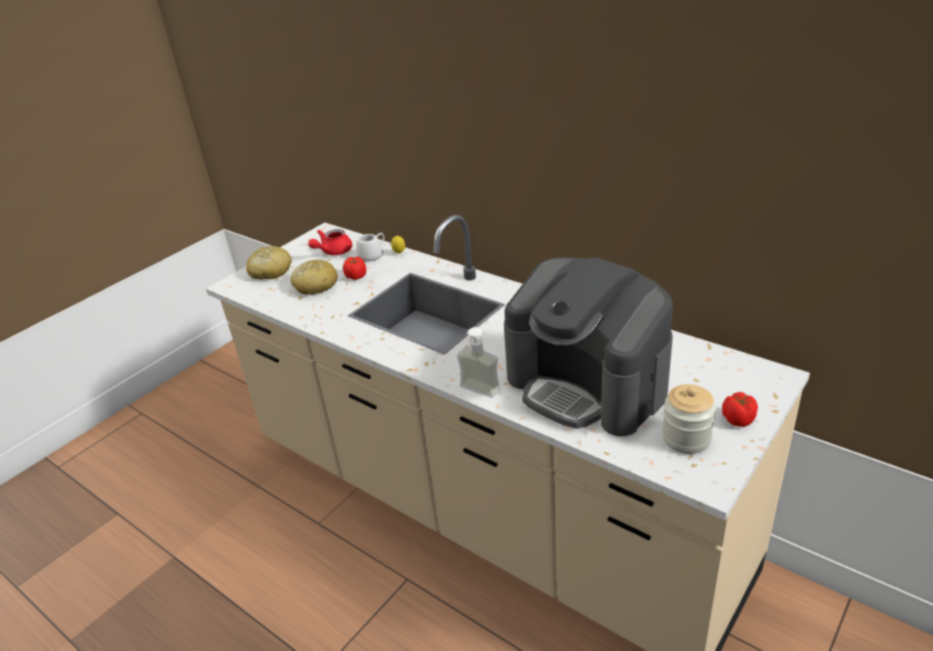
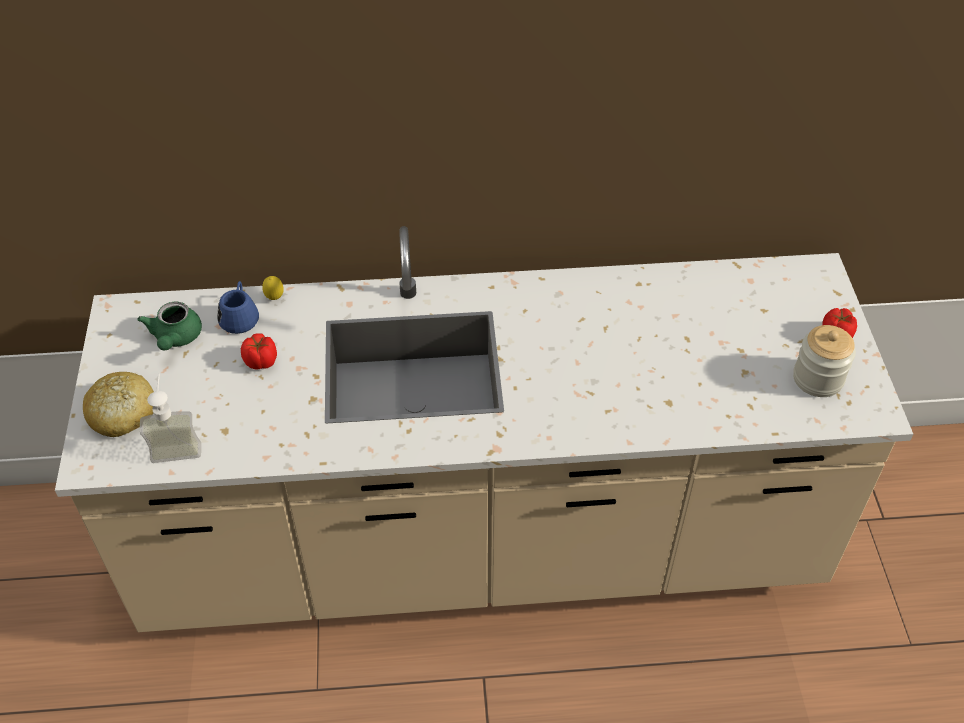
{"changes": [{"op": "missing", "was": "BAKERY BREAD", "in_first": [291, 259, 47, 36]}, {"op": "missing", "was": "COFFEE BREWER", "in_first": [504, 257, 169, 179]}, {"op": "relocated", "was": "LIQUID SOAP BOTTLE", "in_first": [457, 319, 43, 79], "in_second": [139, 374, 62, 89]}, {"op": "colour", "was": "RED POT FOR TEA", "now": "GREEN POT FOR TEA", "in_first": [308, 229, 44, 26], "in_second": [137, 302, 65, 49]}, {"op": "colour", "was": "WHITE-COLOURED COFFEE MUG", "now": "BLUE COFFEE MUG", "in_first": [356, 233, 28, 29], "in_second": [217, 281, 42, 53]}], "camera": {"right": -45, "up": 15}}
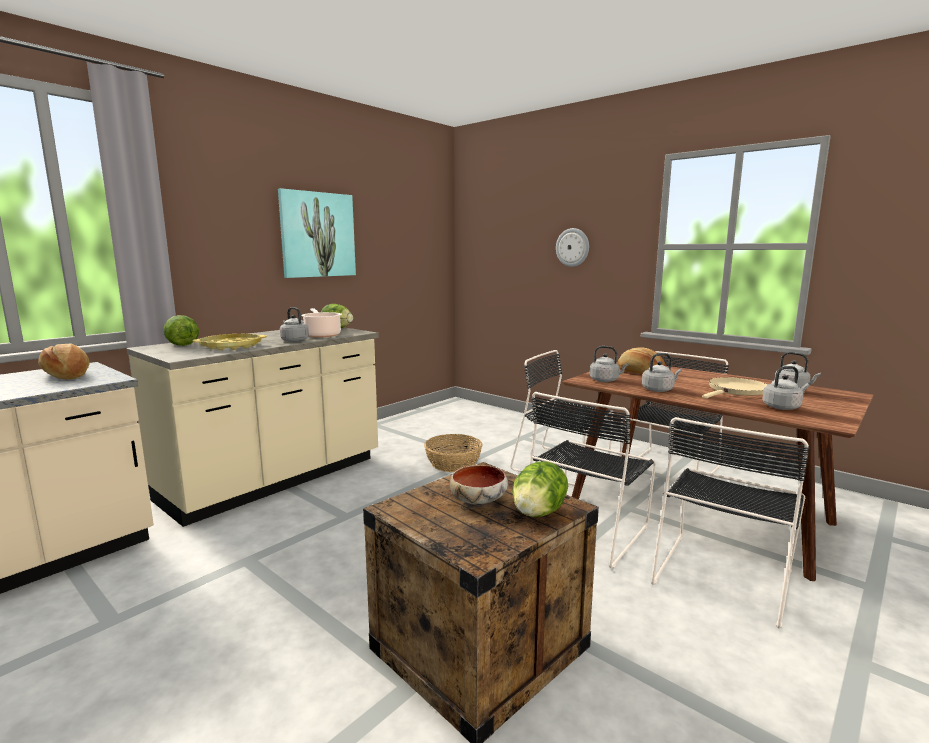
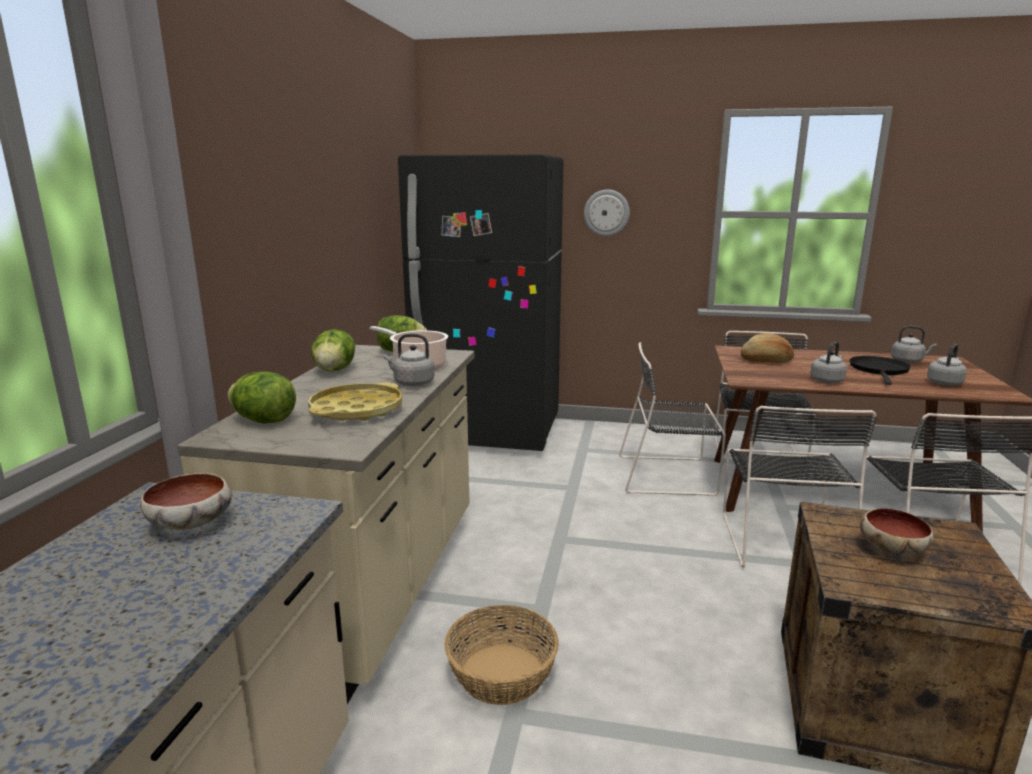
{"changes": [{"op": "missing", "was": "WALL ART", "in_first": [278, 188, 78, 90]}, {"op": "missing", "was": "GREYISH WATER KETTLE", "in_first": [590, 346, 39, 36]}, {"op": "appeared", "now": "BLACK-COLOURED FRIDGE", "in_second": [398, 154, 165, 297]}, {"op": "relocated", "was": "HOUSEHOLD BASKET", "in_first": [424, 434, 59, 38], "in_second": [445, 605, 114, 100]}, {"op": "relocated", "was": "HEAD OF LETTUCE", "in_first": [512, 462, 56, 55], "in_second": [311, 329, 44, 43]}, {"op": "exchanged", "was": "BAKERY BREAD", "now": "DEEP DISH", "in_first": [38, 343, 52, 36], "in_second": [140, 473, 92, 57]}, {"op": "colour", "was": "SAND-COLOURED PAN", "now": "BLACK-COLOURED PAN", "in_first": [702, 377, 66, 22], "in_second": [850, 356, 61, 29]}], "camera": {"right": -30, "up": 5}}
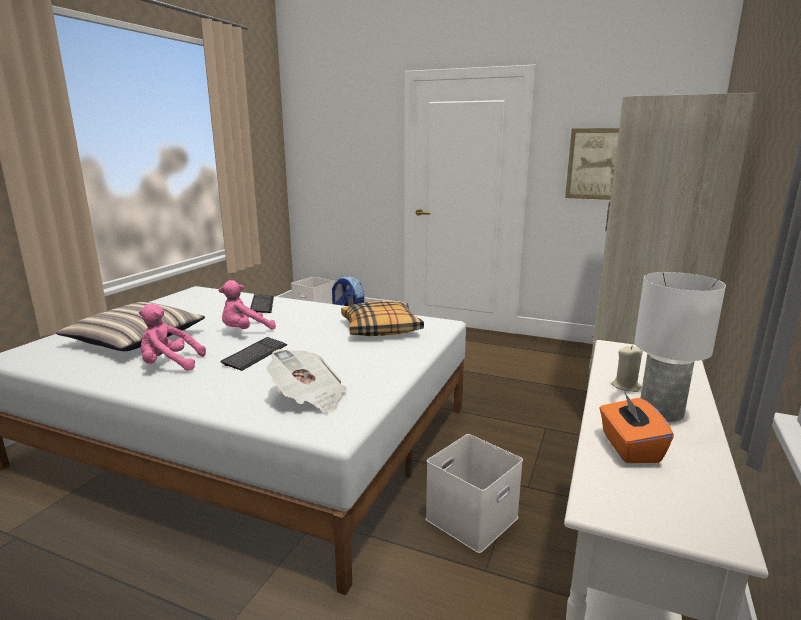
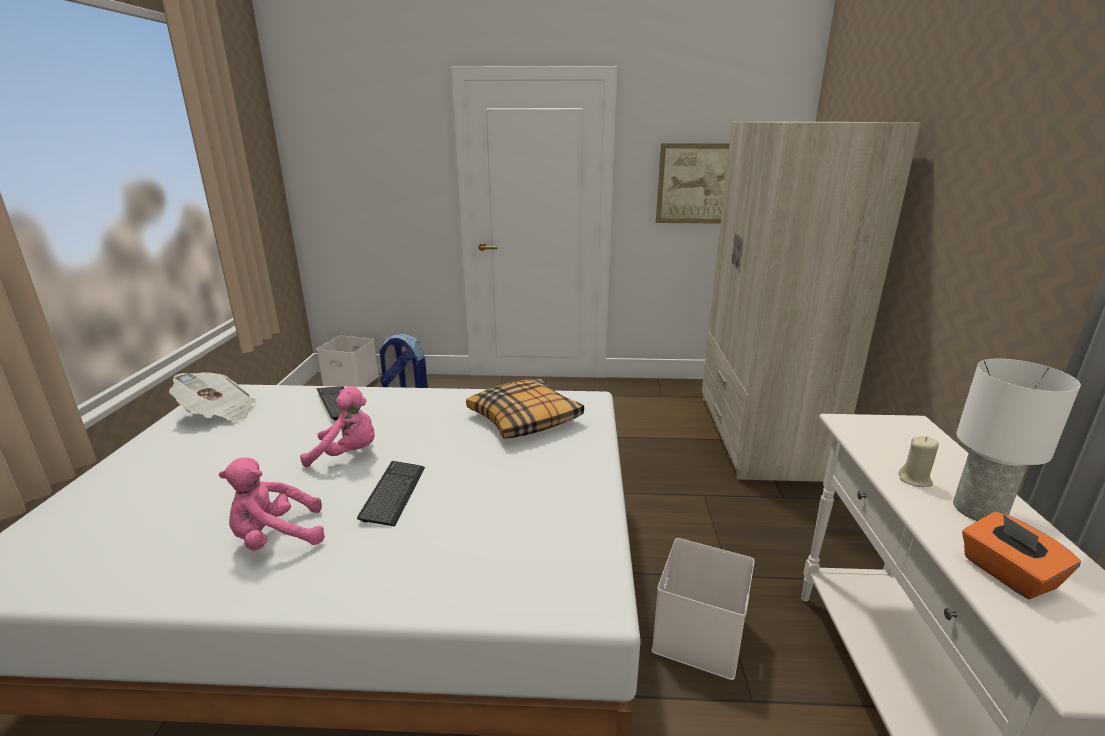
{"changes": [{"op": "missing", "was": "CUSHION", "in_first": [56, 302, 149, 49]}, {"op": "relocated", "was": "PRINTED PAPER", "in_first": [267, 349, 80, 64], "in_second": [169, 372, 86, 50]}, {"op": "spun", "was": "PINKISH PLUSH TOY", "in_first": [219, 280, 57, 50], "in_second": [300, 386, 75, 81], "clockwise": -120}], "camera": {"right": -20, "up": 5}}
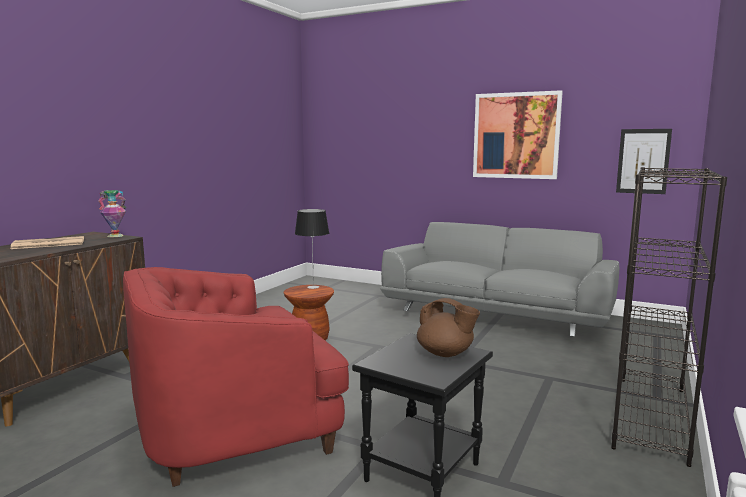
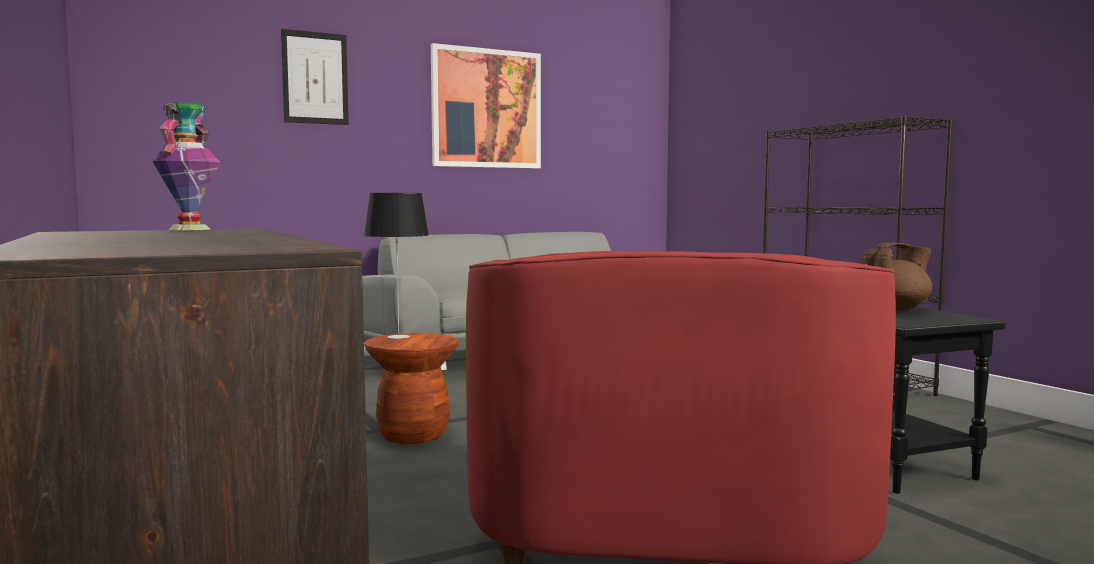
{"changes": [{"op": "missing", "was": "PRINTED PAPER", "in_first": [11, 236, 73, 13]}, {"op": "relocated", "was": "WALL ART", "in_first": [616, 129, 56, 65], "in_second": [281, 29, 68, 96]}], "camera": {"right": -55, "up": -5}}
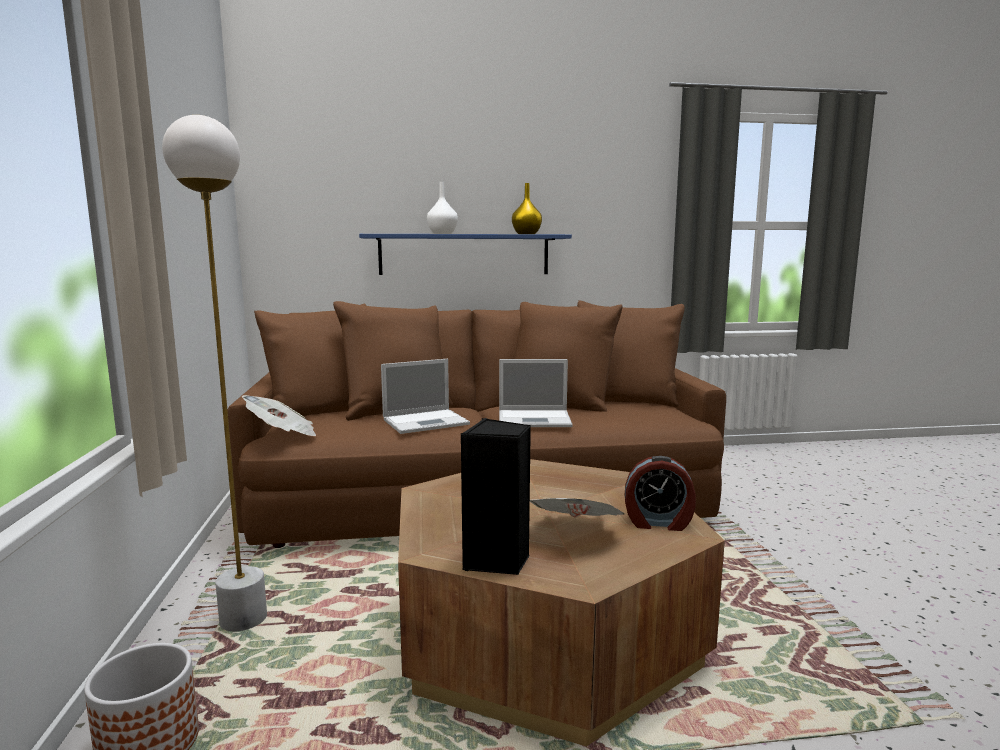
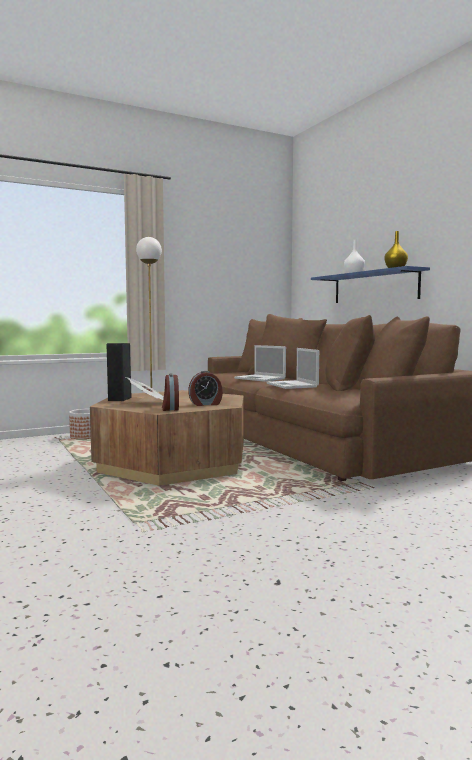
{"changes": [{"op": "missing", "was": "PRINTED PAPER", "in_first": [242, 395, 74, 41]}, {"op": "appeared", "now": "BEDSIDE CLOCK", "in_second": [188, 371, 35, 35]}], "camera": {"right": 70, "up": -5}}
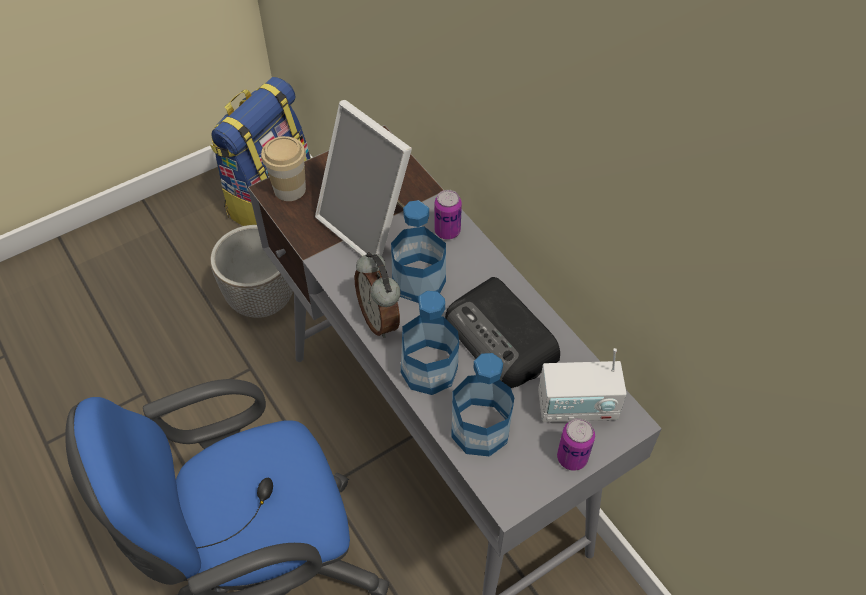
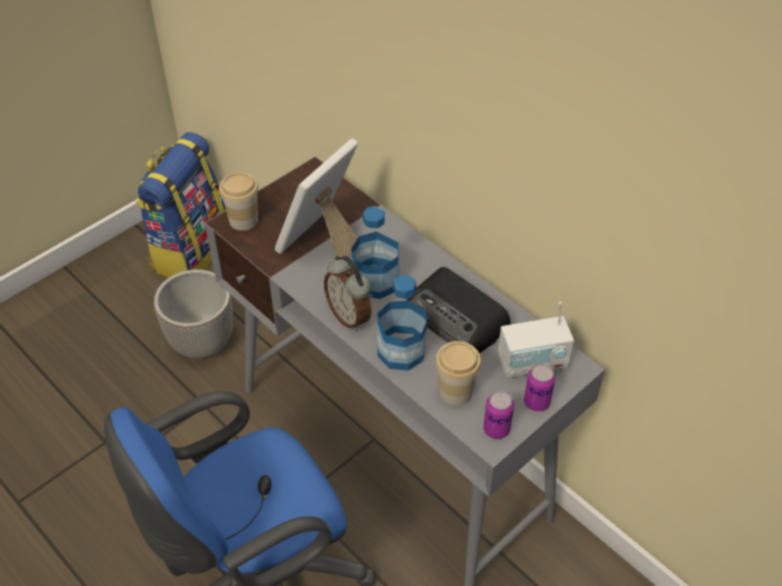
{"changes": [{"op": "relocated", "was": "CAN", "in_first": [434, 190, 28, 50], "in_second": [483, 391, 31, 48]}, {"op": "exchanged", "was": "BOTTLE", "now": "SMALL CUP", "in_first": [451, 353, 63, 104], "in_second": [435, 341, 46, 65]}, {"op": "spun", "was": "STANDING FRAME", "in_first": [315, 100, 97, 157], "in_second": [275, 138, 83, 119], "clockwise": 90}], "camera": {"right": -10, "up": -5}}
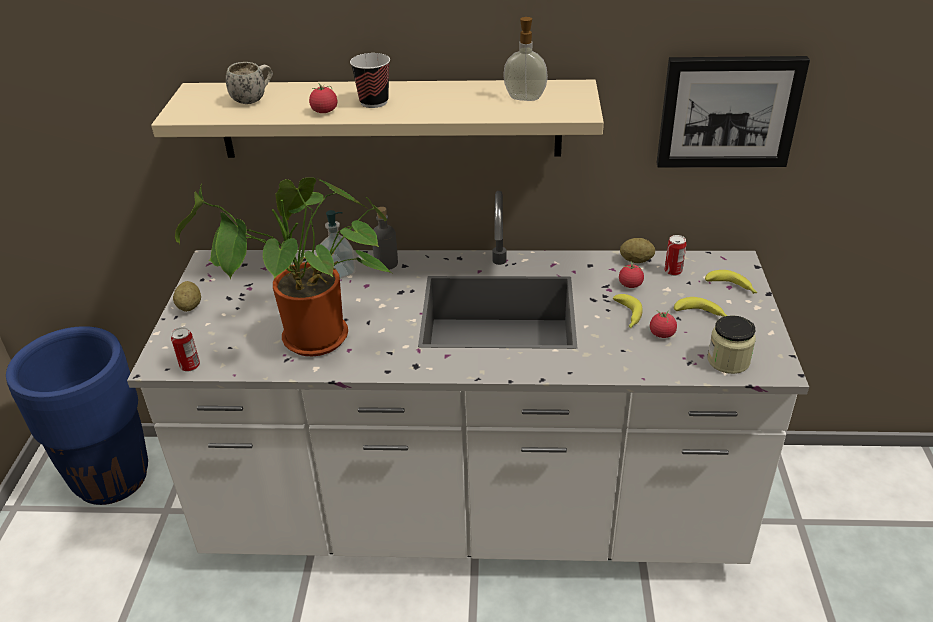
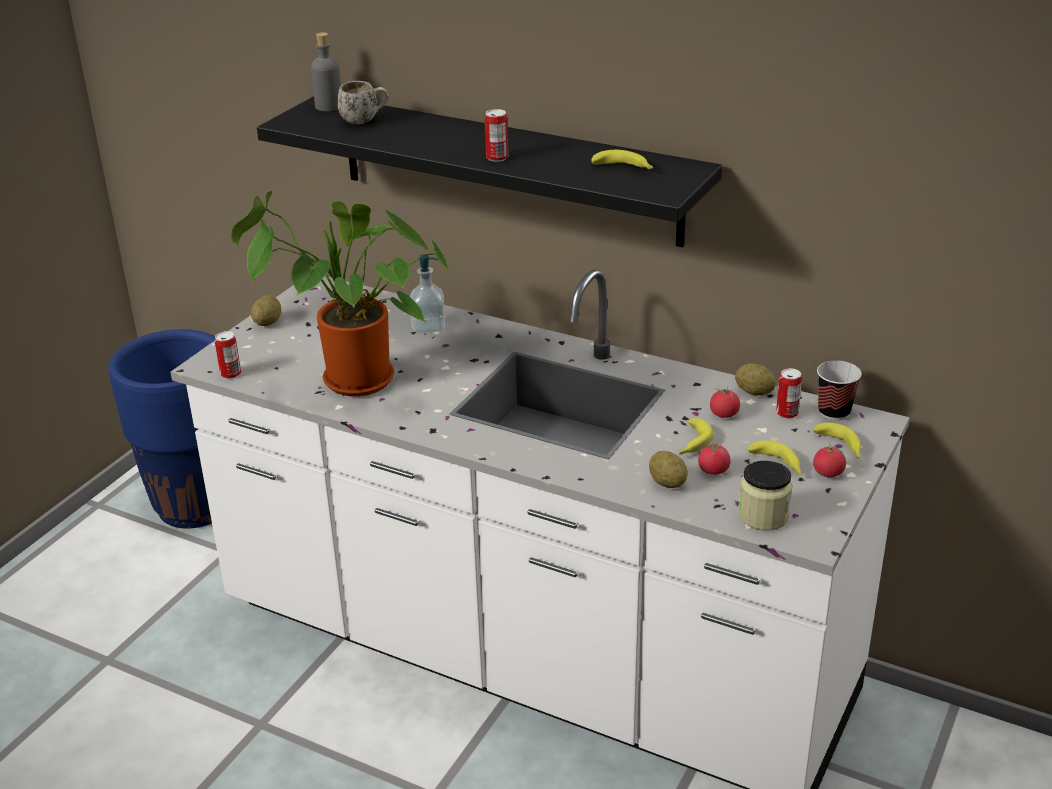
{"changes": [{"op": "missing", "was": "WALL ART", "in_first": [657, 56, 153, 112]}, {"op": "appeared", "now": "CAN", "in_second": [485, 109, 23, 53]}, {"op": "appeared", "now": "POTATO", "in_second": [649, 451, 39, 37]}, {"op": "relocated", "was": "TOMATO", "in_first": [309, 83, 28, 30], "in_second": [813, 443, 33, 34]}, {"op": "relocated", "was": "SMALL CUP", "in_first": [350, 53, 40, 55], "in_second": [817, 361, 45, 60]}, {"op": "relocated", "was": "GREYISH BOTTLE", "in_first": [373, 207, 25, 63], "in_second": [311, 32, 30, 79]}, {"op": "exchanged", "was": "LIQUID SOAP BOTTLE", "now": "BANANA", "in_first": [503, 17, 45, 84], "in_second": [591, 150, 62, 20]}, {"op": "colour", "was": "SAND-COLOURED BRACKET SHELF", "now": "BLACK-COLOURED BRACKET SHELF", "in_first": [151, 80, 453, 78], "in_second": [257, 96, 465, 151]}], "camera": {"right": 25, "up": -5}}
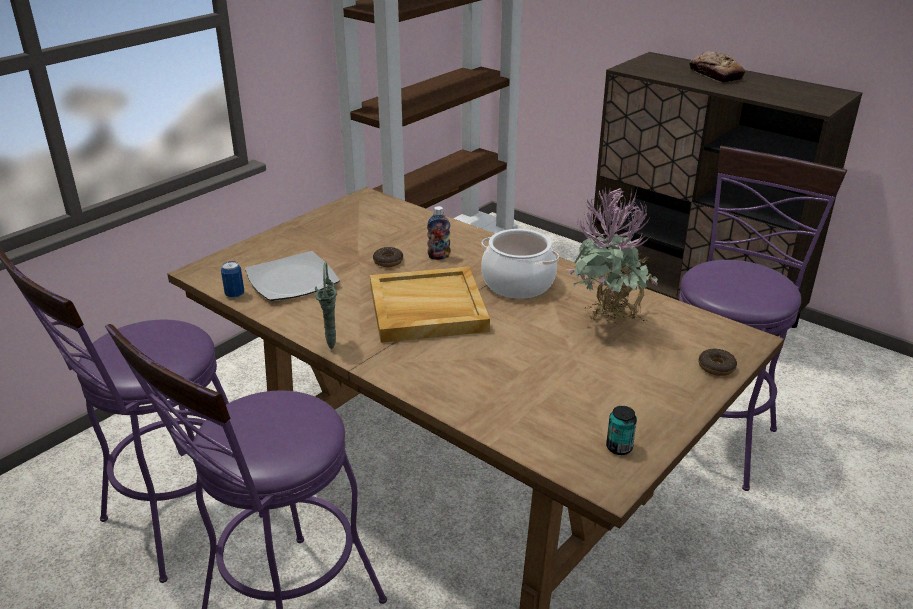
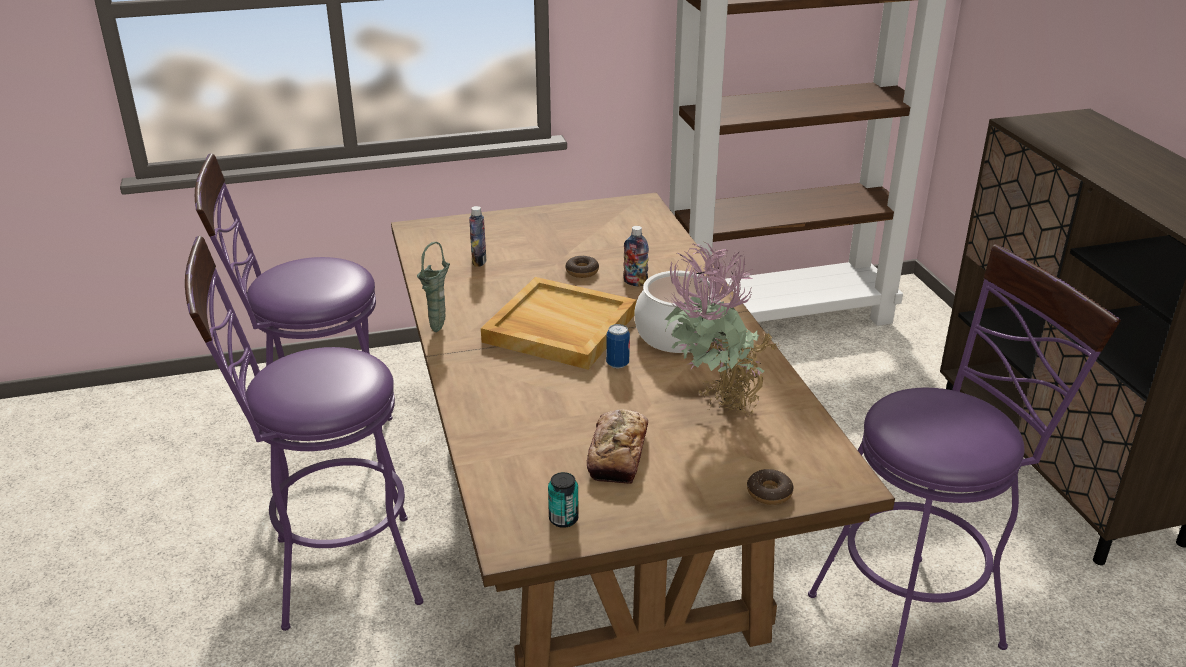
{"changes": [{"op": "relocated", "was": "CAN", "in_first": [221, 261, 23, 37], "in_second": [606, 324, 24, 44]}, {"op": "relocated", "was": "BAKERY BREAD", "in_first": [689, 51, 56, 32], "in_second": [587, 410, 61, 74]}, {"op": "exchanged", "was": "PLATE", "now": "BOTTLE", "in_first": [245, 251, 95, 50], "in_second": [469, 206, 17, 61]}], "camera": {"right": 35, "up": 0}}
